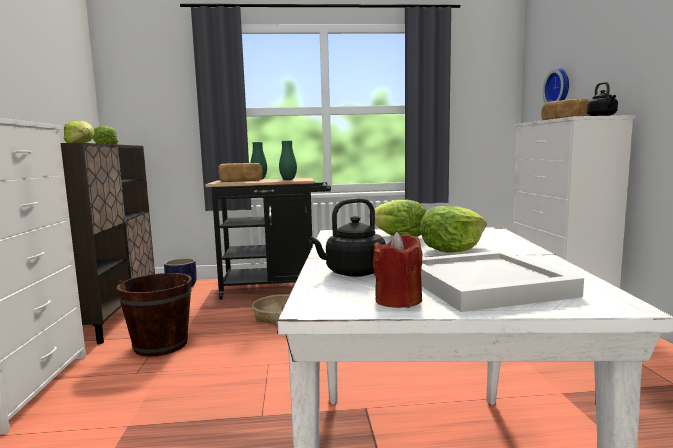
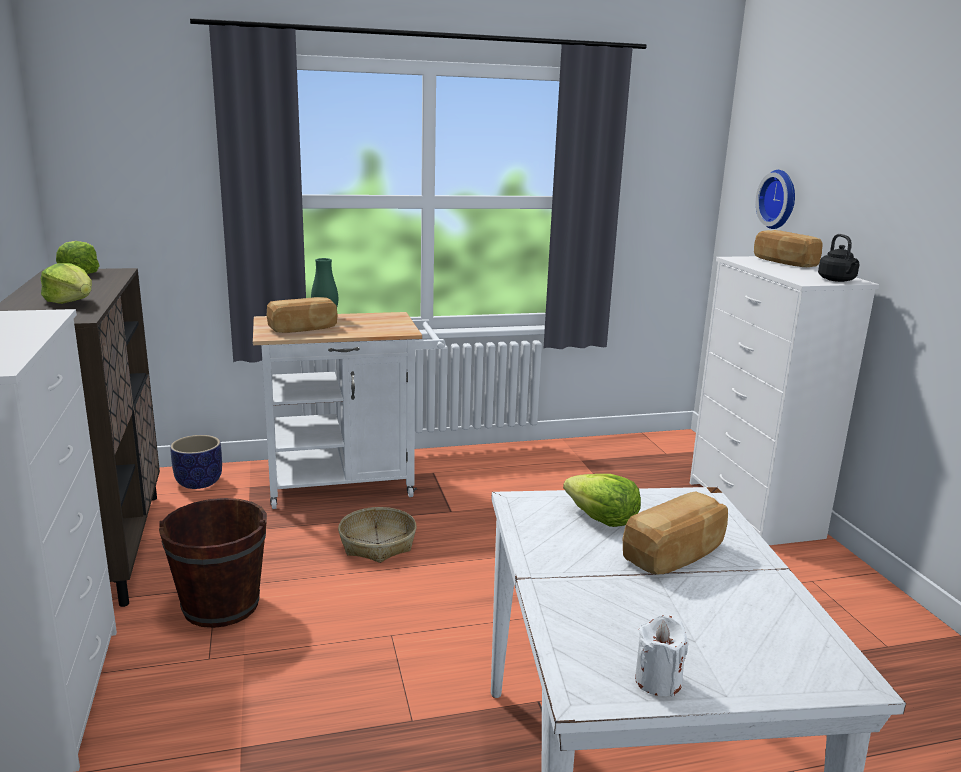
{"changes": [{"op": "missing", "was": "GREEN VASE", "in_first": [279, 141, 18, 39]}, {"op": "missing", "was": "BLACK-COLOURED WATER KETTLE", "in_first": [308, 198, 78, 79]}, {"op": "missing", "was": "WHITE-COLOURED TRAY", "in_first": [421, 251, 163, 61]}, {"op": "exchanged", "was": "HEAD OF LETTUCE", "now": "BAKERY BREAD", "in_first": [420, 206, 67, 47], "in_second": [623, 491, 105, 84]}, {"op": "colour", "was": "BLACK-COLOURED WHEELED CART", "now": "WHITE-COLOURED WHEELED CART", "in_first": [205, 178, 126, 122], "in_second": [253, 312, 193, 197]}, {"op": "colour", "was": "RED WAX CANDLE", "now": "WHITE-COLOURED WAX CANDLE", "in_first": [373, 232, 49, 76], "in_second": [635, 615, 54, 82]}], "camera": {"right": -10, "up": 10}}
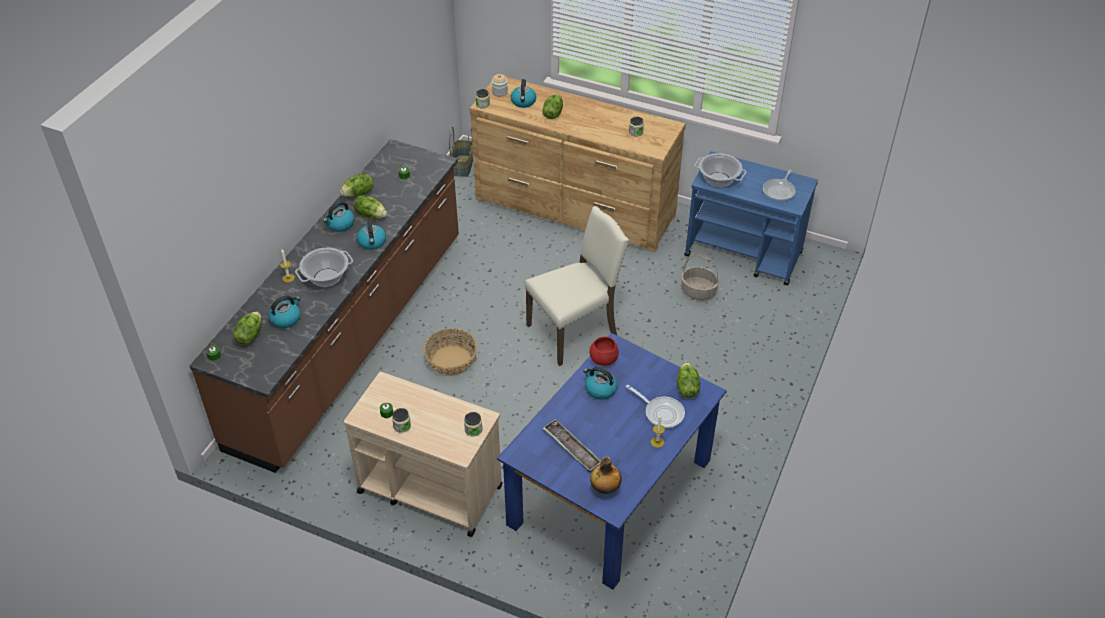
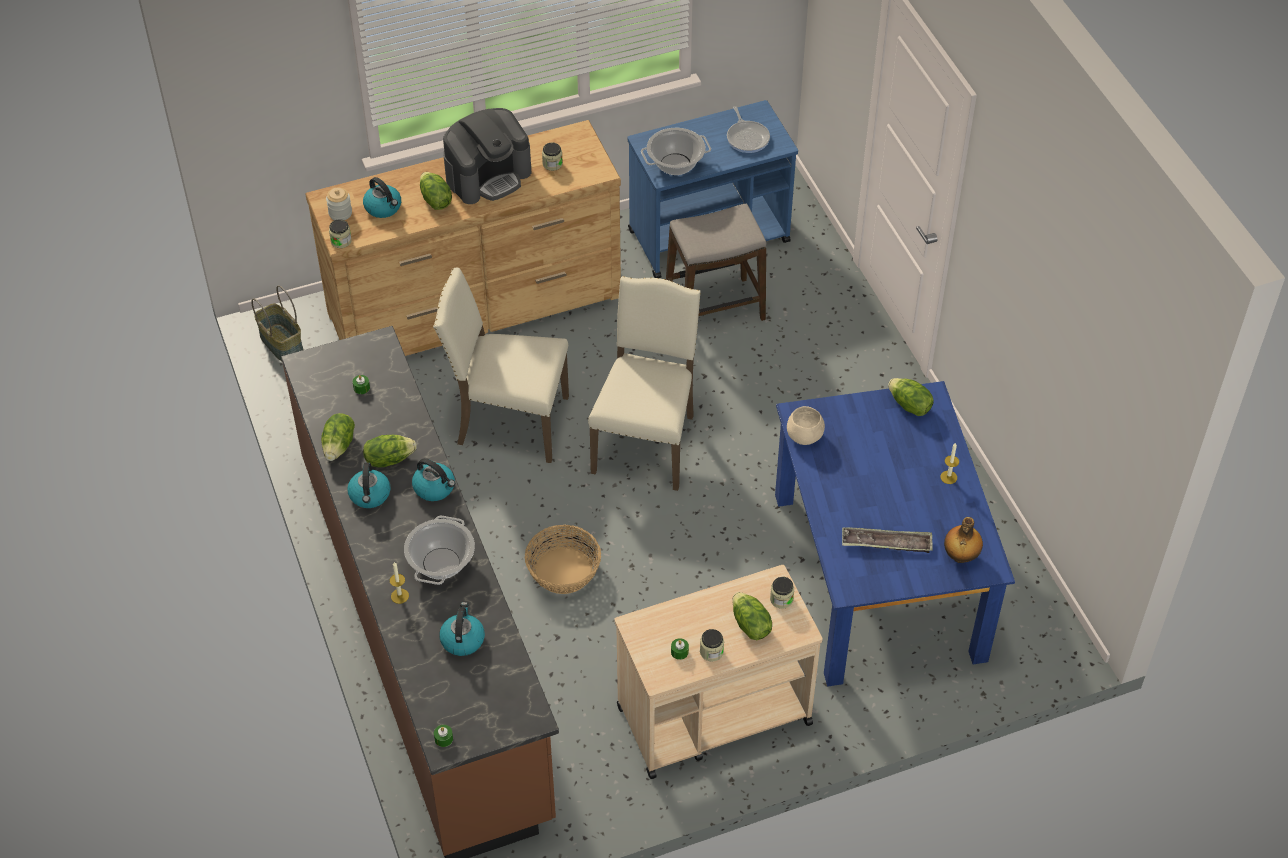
{"changes": [{"op": "missing", "was": "WATER KETTLE", "in_first": [583, 367, 35, 33]}, {"op": "missing", "was": "PAN", "in_first": [626, 385, 59, 43]}, {"op": "appeared", "now": "SAND-COLOURED PLAIN CHAIR", "in_second": [433, 267, 136, 196]}, {"op": "appeared", "now": "COFFEE BREWER", "in_second": [443, 108, 88, 96]}, {"op": "relocated", "was": "HEAD OF LETTUCE", "in_first": [233, 312, 29, 33], "in_second": [732, 592, 40, 48]}, {"op": "exchanged", "was": "HOUSEHOLD BASKET", "now": "STOOL SEAT", "in_first": [681, 254, 38, 46], "in_second": [666, 204, 100, 117]}, {"op": "colour", "was": "RED DEEP DISH", "now": "SAND-COLOURED DEEP DISH", "in_first": [590, 337, 29, 29], "in_second": [787, 406, 38, 39]}], "camera": {"right": -45, "up": 5}}
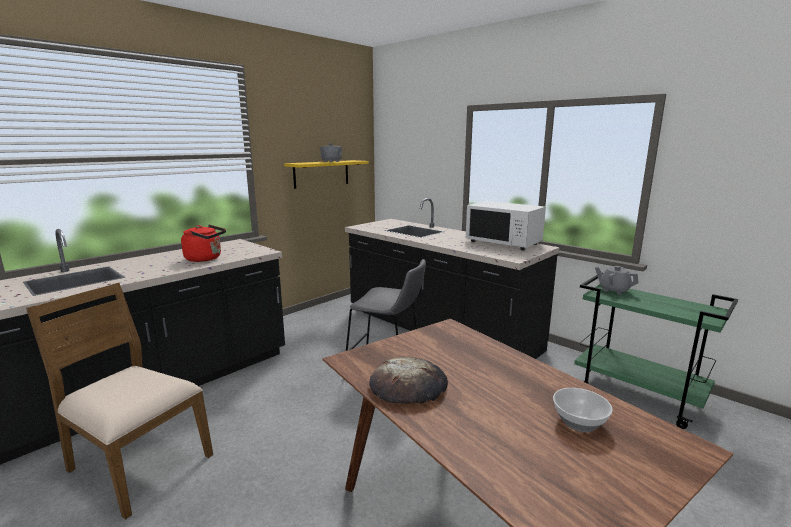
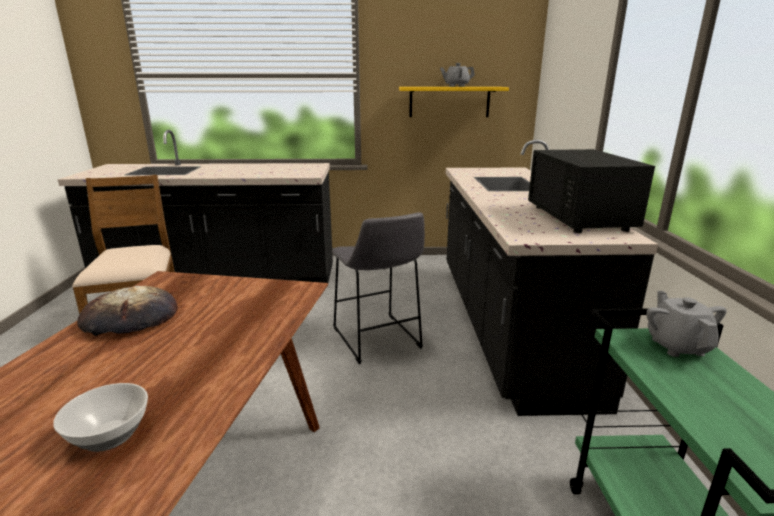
{"changes": [{"op": "missing", "was": "RED WATER KETTLE", "in_first": [181, 225, 45, 37]}, {"op": "colour", "was": "WHITE-COLOURED MICROWAVE", "now": "BLACK-COLOURED MICROWAVE", "in_first": [466, 201, 80, 49], "in_second": [528, 149, 127, 84]}], "camera": {"right": 45, "up": 5}}
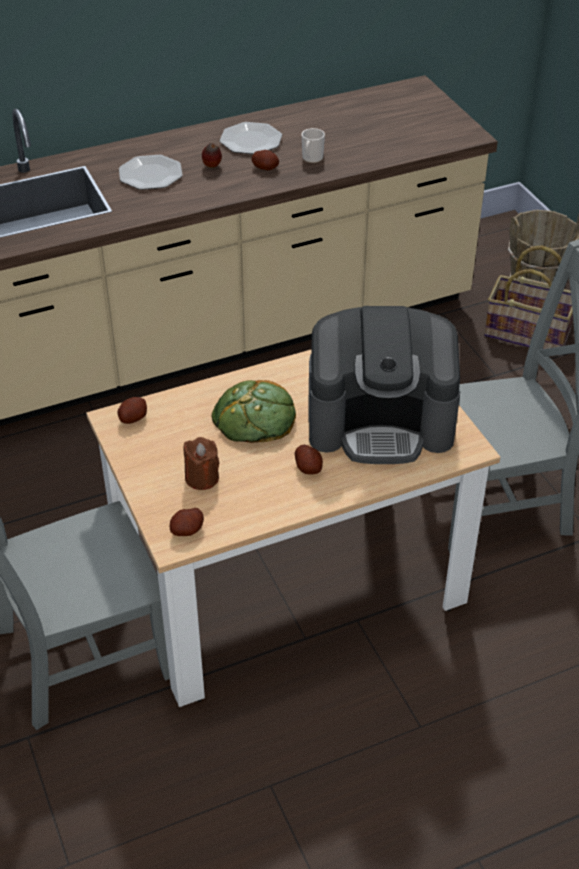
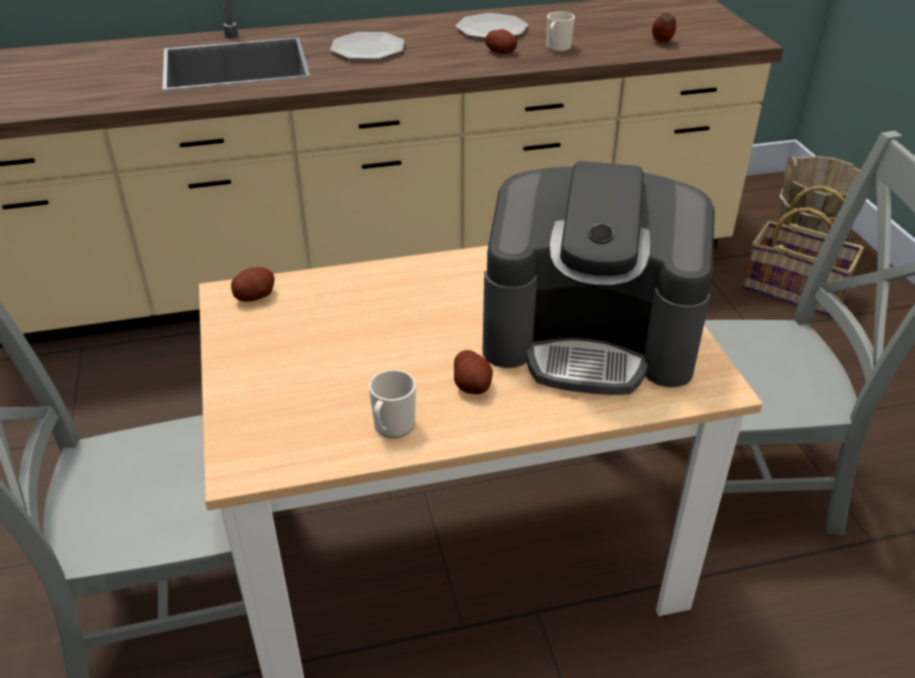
{"changes": [{"op": "missing", "was": "POTATO", "in_first": [170, 508, 34, 28]}, {"op": "missing", "was": "BROWN-COLOURED WAX CANDLE", "in_first": [183, 437, 36, 53]}, {"op": "missing", "was": "BAKERY BREAD", "in_first": [212, 380, 84, 63]}, {"op": "appeared", "now": "COFFEE MUG", "in_second": [369, 369, 47, 69]}, {"op": "relocated", "was": "APPLE FRUIT", "in_first": [202, 143, 20, 25], "in_second": [652, 12, 24, 31]}], "camera": {"right": 10, "up": -5}}
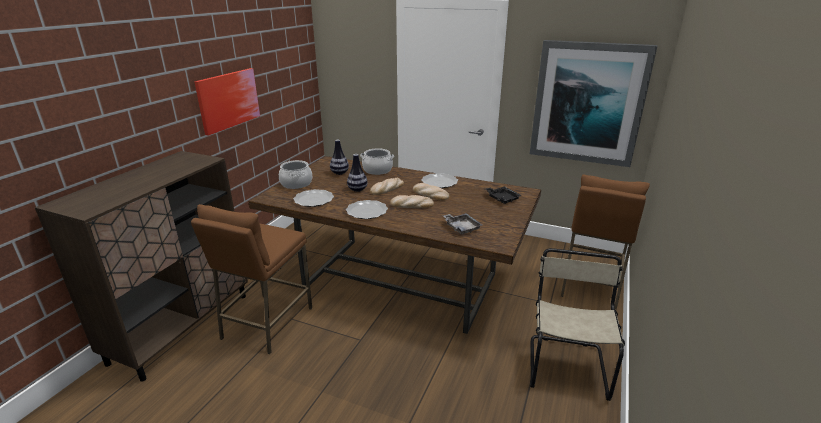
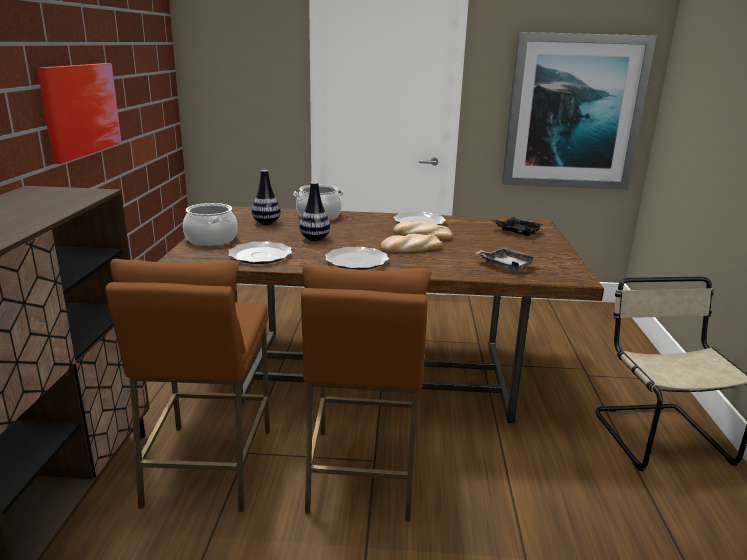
{"changes": [{"op": "missing", "was": "BAKERY BREAD", "in_first": [370, 178, 34, 17]}, {"op": "relocated", "was": "BROWN-COLOURED STOOL SEAT", "in_first": [561, 174, 89, 136], "in_second": [301, 264, 130, 257]}], "camera": {"right": -20, "up": -5}}
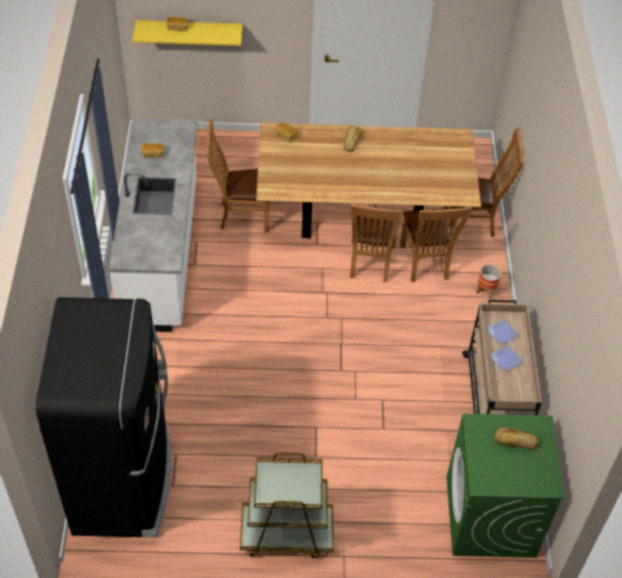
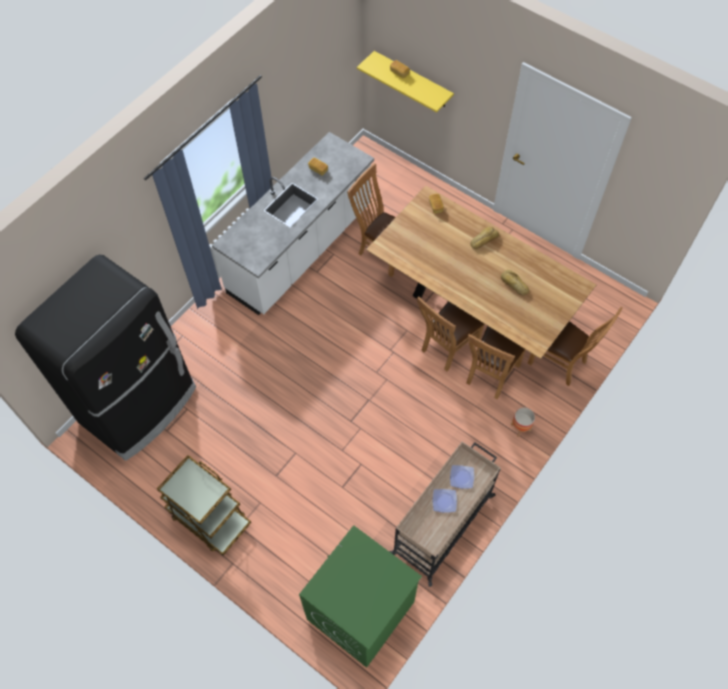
{"changes": [{"op": "relocated", "was": "BAKERY BREAD", "in_first": [494, 427, 45, 23], "in_second": [501, 270, 28, 25]}], "camera": {"right": 40, "up": 10}}
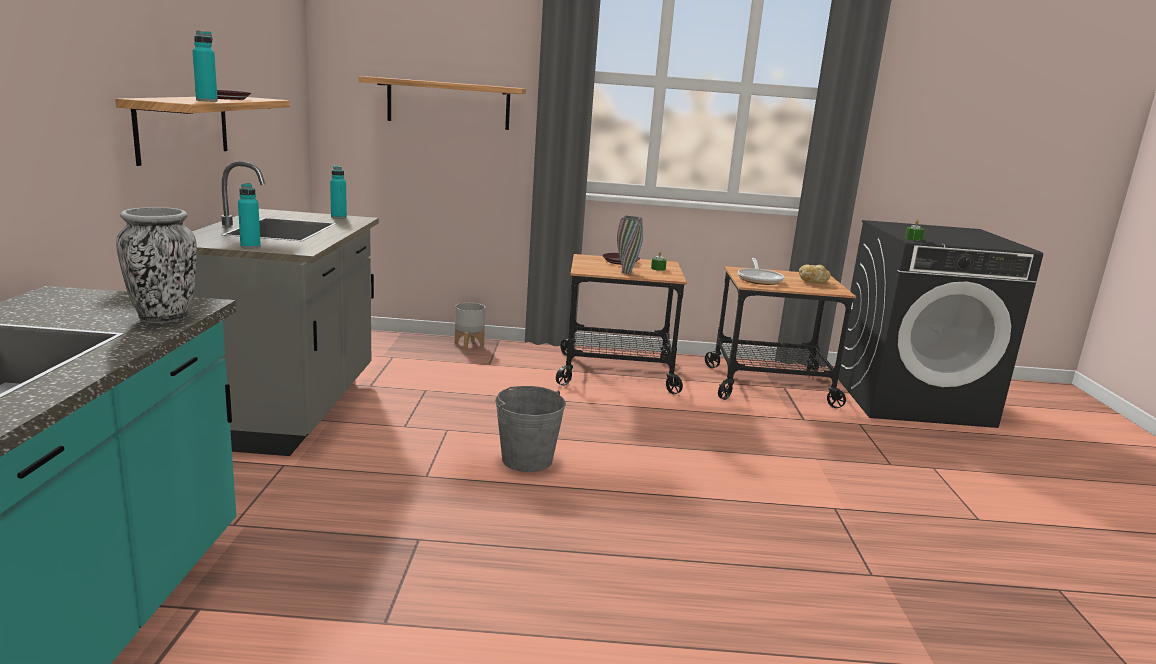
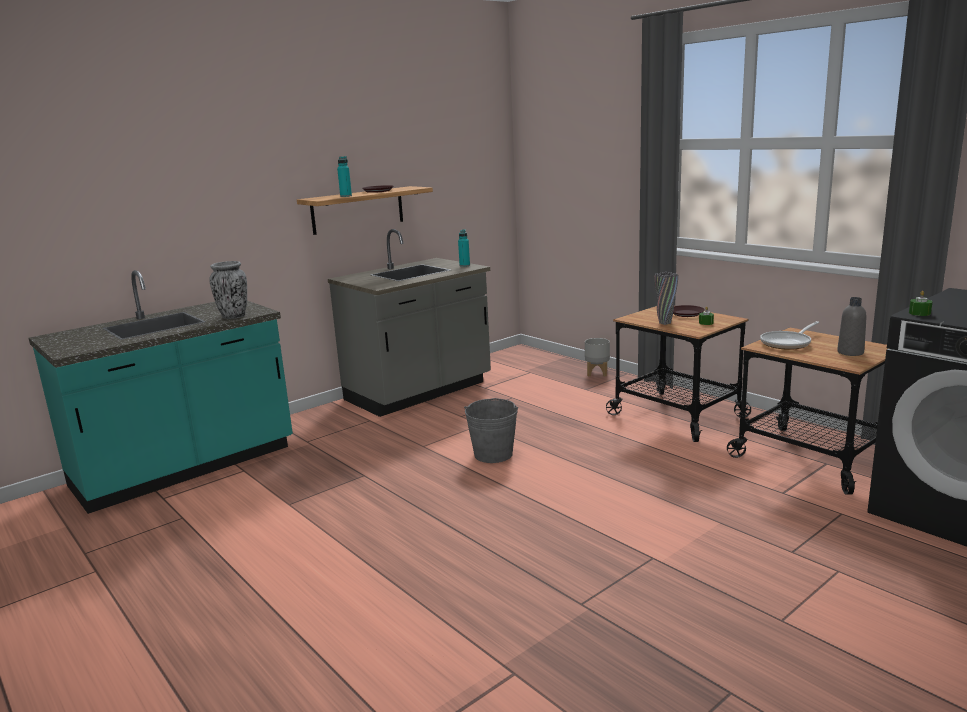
{"changes": [{"op": "missing", "was": "TURQUOISE-COLOURED BOTTLE", "in_first": [238, 183, 23, 66]}, {"op": "missing", "was": "BRACKET SHELF", "in_first": [358, 76, 168, 54]}, {"op": "exchanged", "was": "BAKERY BREAD", "now": "GREYISH BOTTLE", "in_first": [799, 265, 31, 18], "in_second": [837, 297, 30, 59]}], "camera": {"right": 50, "up": 0}}
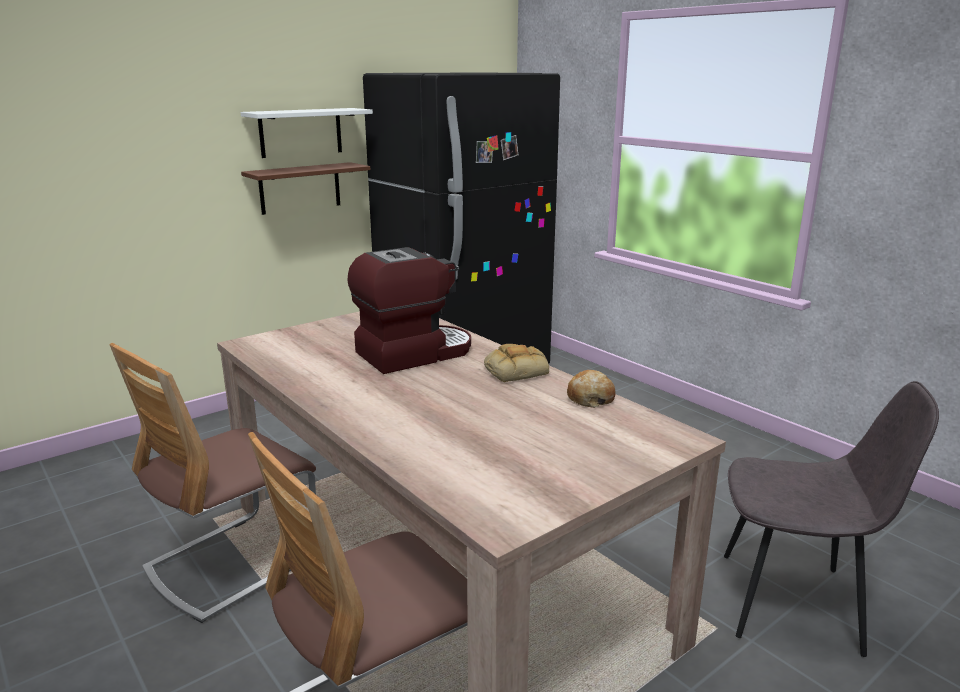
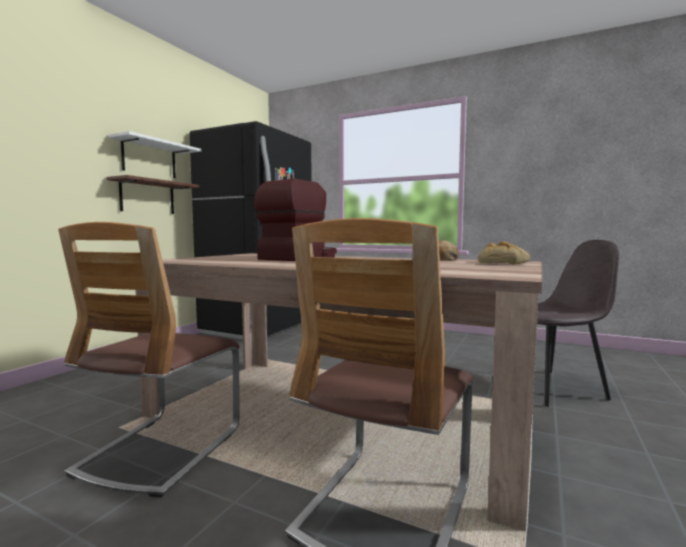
{"changes": [{"op": "relocated", "was": "BAKERY BREAD", "in_first": [484, 344, 65, 38], "in_second": [478, 241, 52, 23]}], "camera": {"right": -25, "up": -15}}
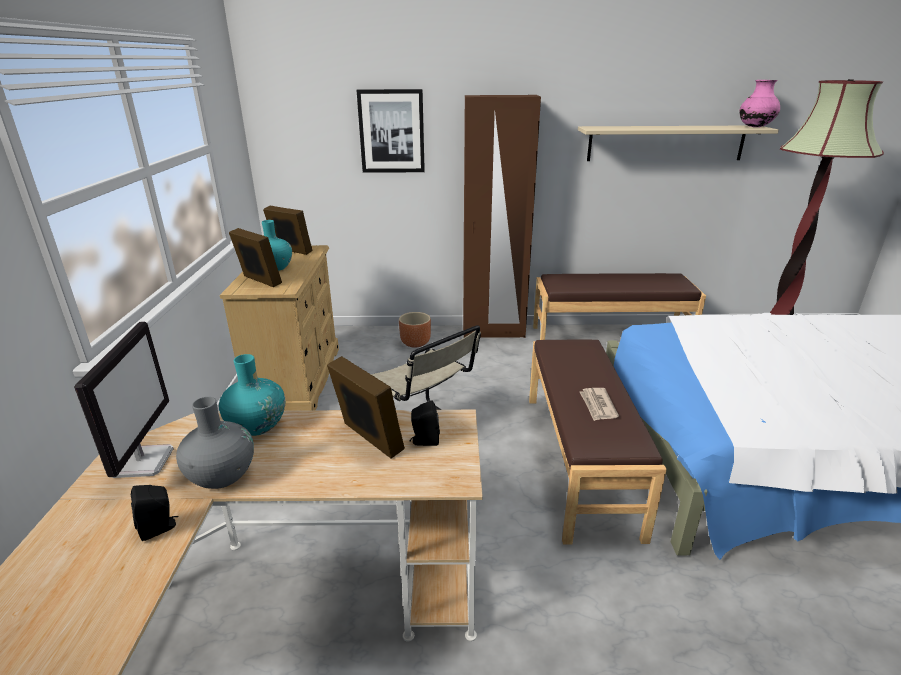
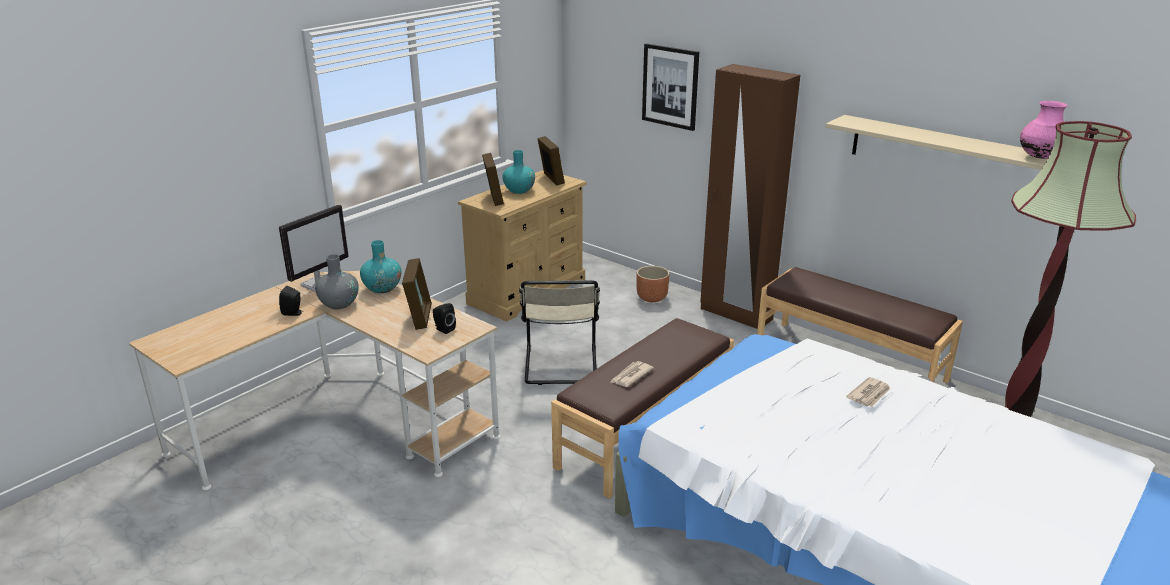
{"changes": [{"op": "appeared", "now": "PRINTED PAPER", "in_second": [846, 377, 45, 30]}], "camera": {"right": 40, "up": 0}}
